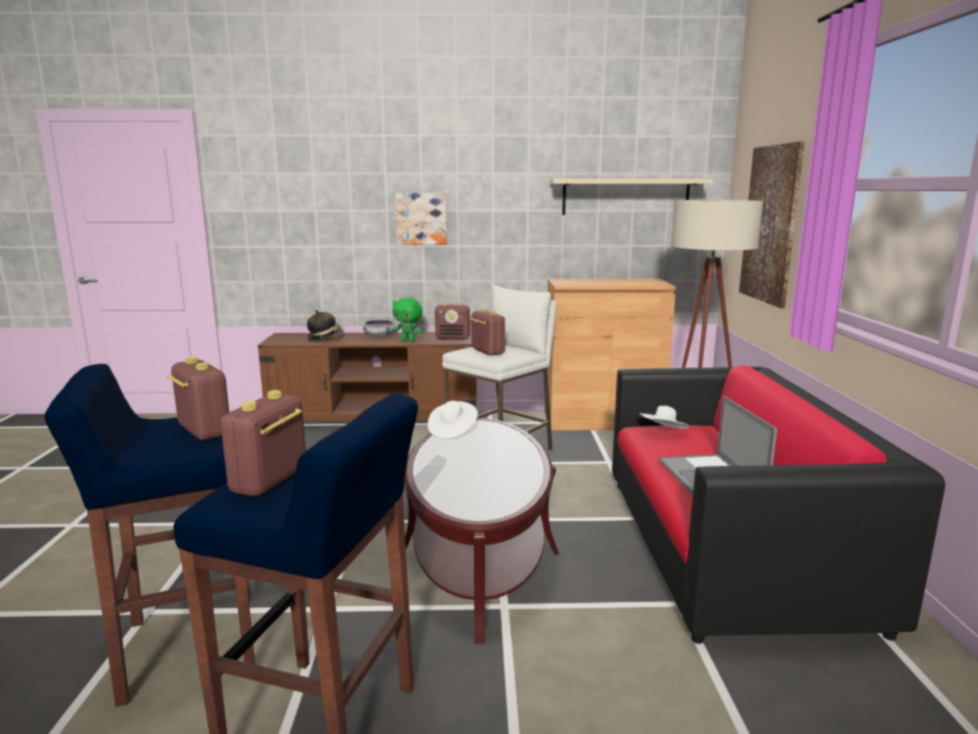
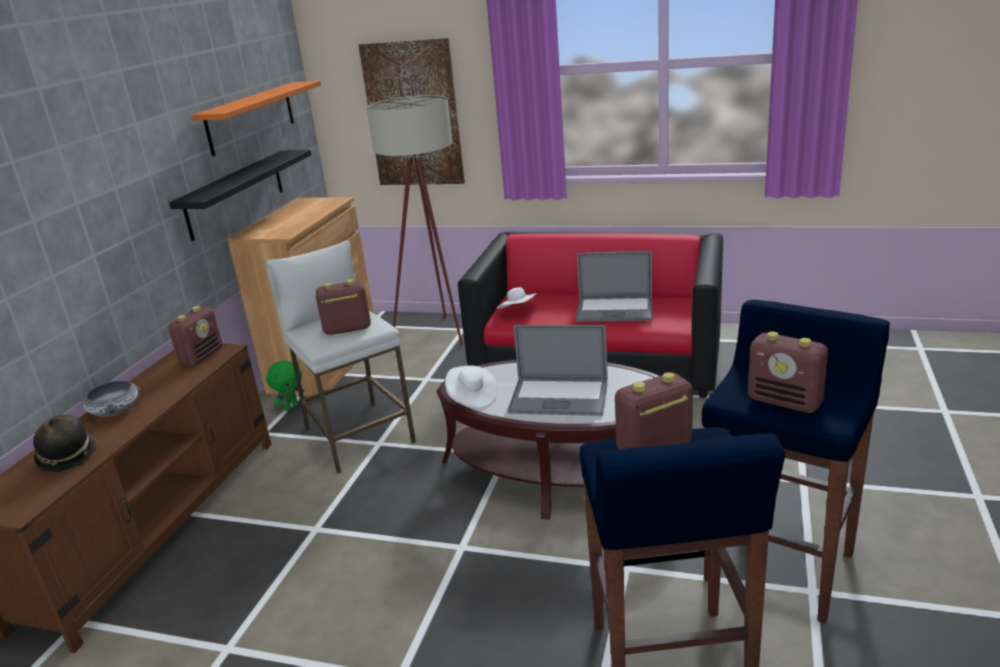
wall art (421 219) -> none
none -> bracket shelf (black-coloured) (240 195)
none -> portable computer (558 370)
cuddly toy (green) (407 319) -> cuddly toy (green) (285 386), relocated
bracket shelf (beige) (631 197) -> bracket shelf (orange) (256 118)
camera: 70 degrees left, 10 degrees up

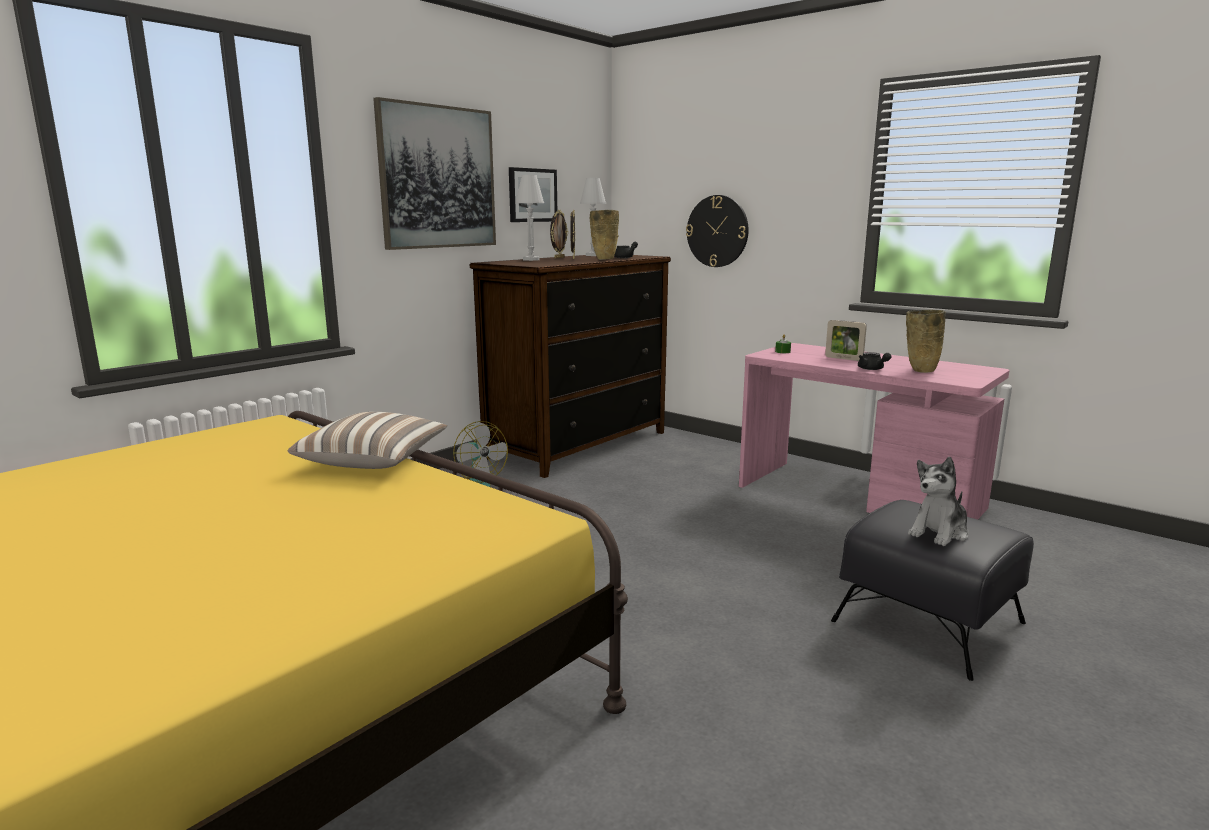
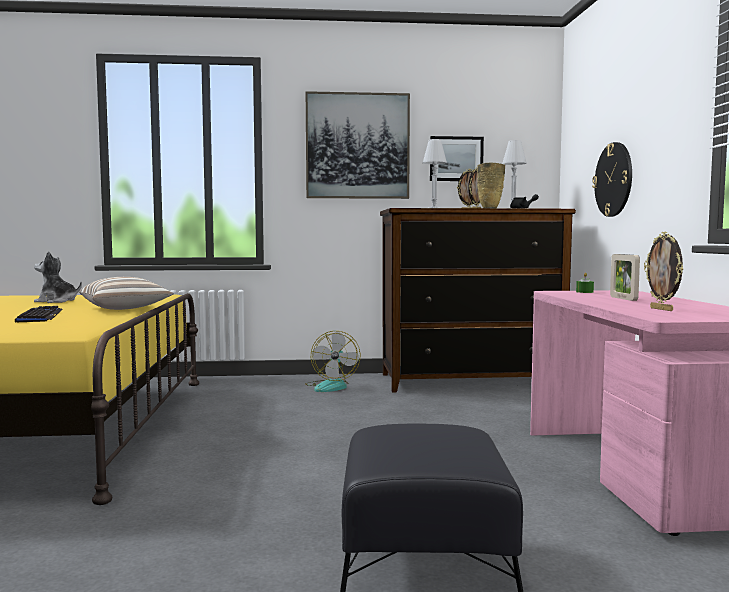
tea pot (black-coloured) (875 361) -> none
none -> keyboard (39 314)
cuddly toy (938 501) -> cuddly toy (58 277), relocated
decorative vase (beige) (925 341) -> picture frame (663 271)
camera: 45 degrees right, 10 degrees down

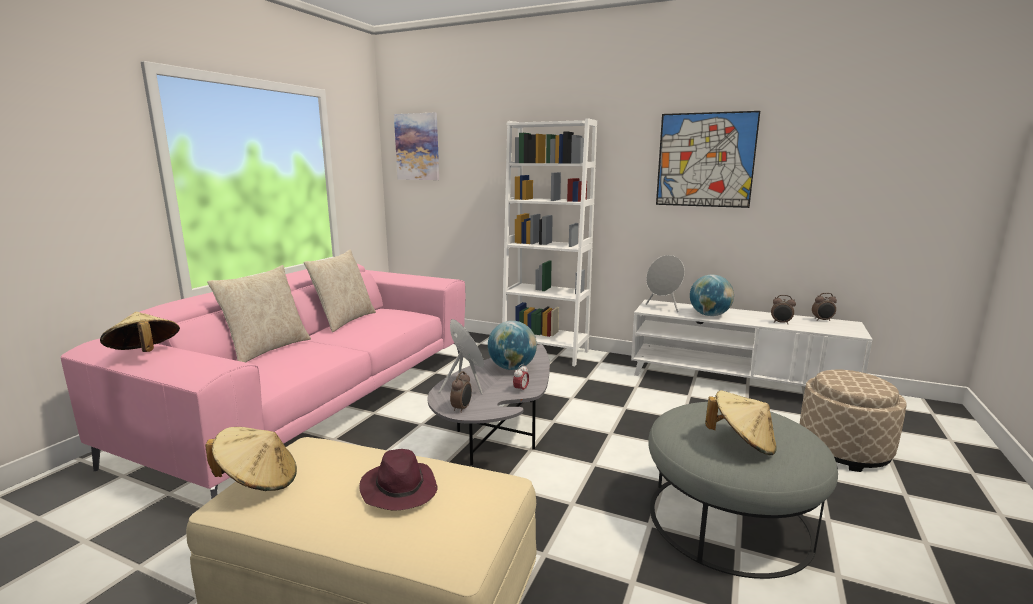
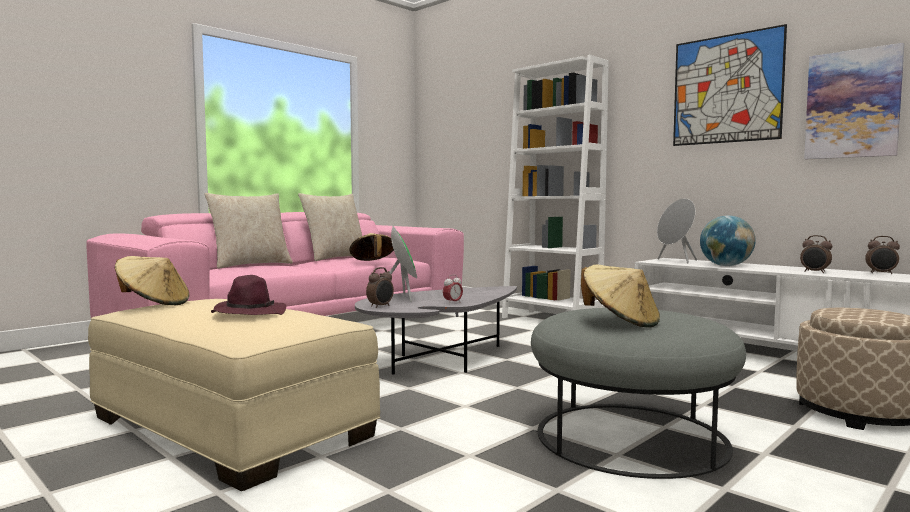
desk globe (512 345) -> none
clothing hat (beige) (140 332) -> clothing hat (beige) (371 247), relocated
wall art (416 146) -> wall art (854 101), relocated
camera: 20 degrees right, 10 degrees down

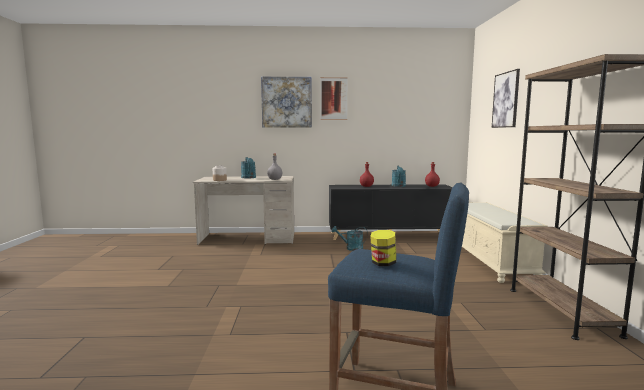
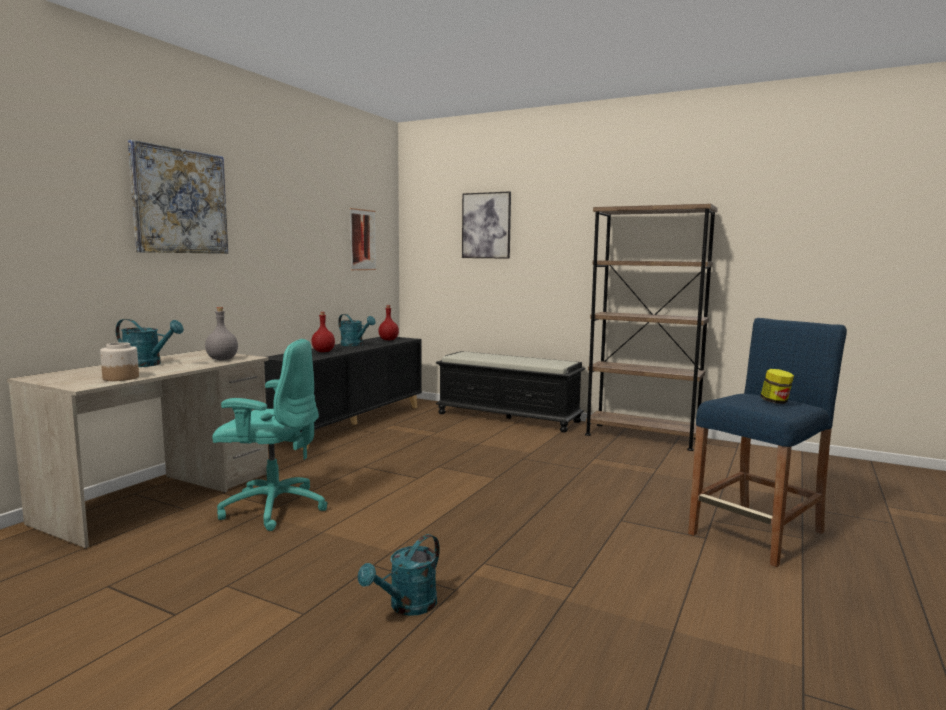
none -> computer chair (blue-green) (270 435)
wall art (333 98) -> wall art (363 239), relocated
sprinkling can (blue-green) (350 238) -> sprinkling can (blue-green) (399 575), relocated
long seat (beige) (505 242) -> long seat (black-coloured) (510 391)
camera: 60 degrees left, 0 degrees up

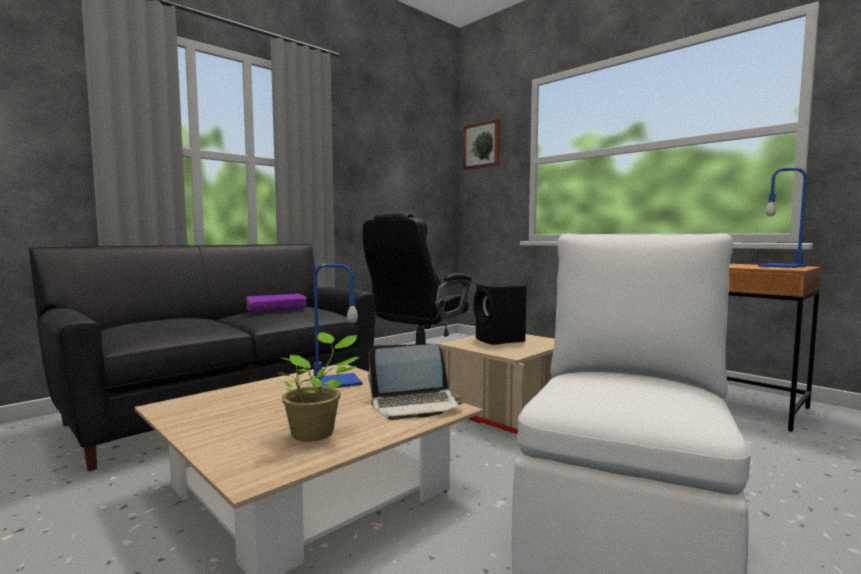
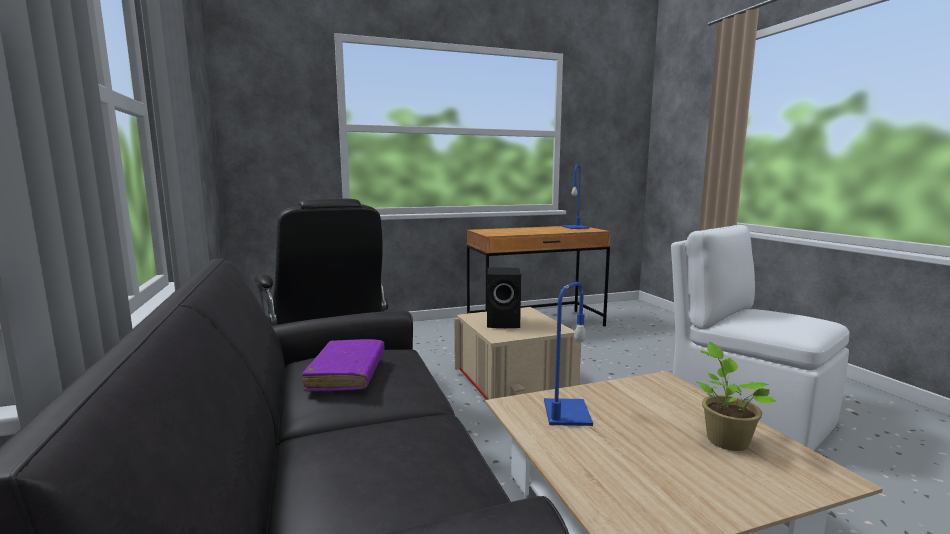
portable computer (416 382) -> none
wall art (481 144) -> none
camera: 65 degrees left, 5 degrees up

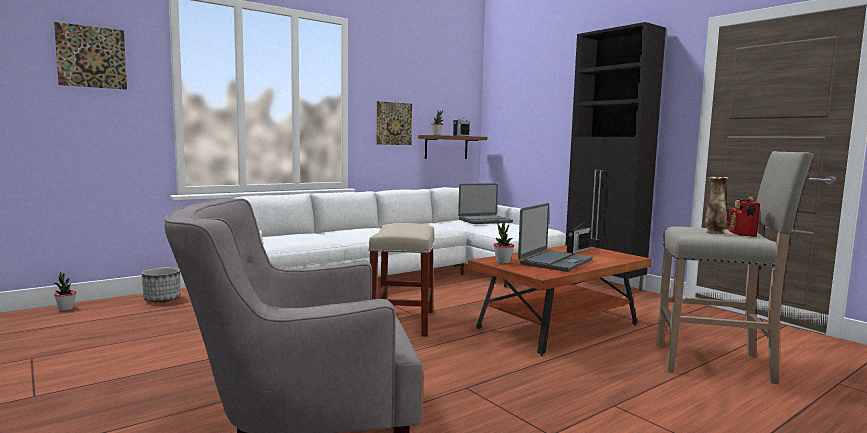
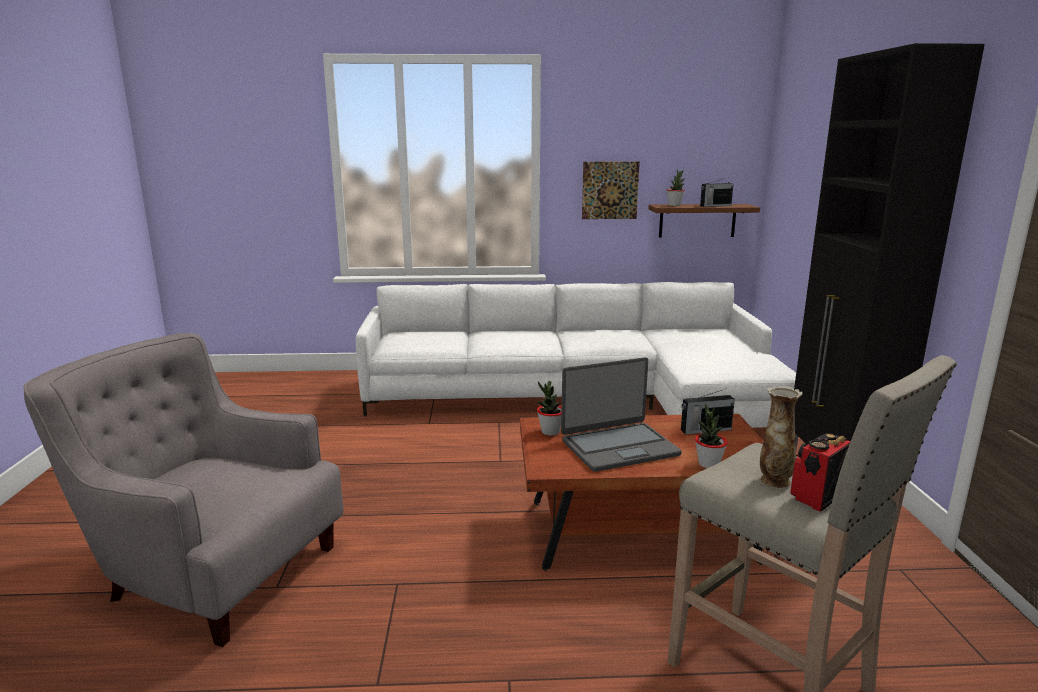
wall art (90 56) -> none
plant pot (161 285) -> none
sitting stool (beige) (401 280) -> none
portable computer (485 203) -> none
houseplant (65 291) -> houseplant (711 436), relocated
camera: 35 degrees right, 10 degrees up

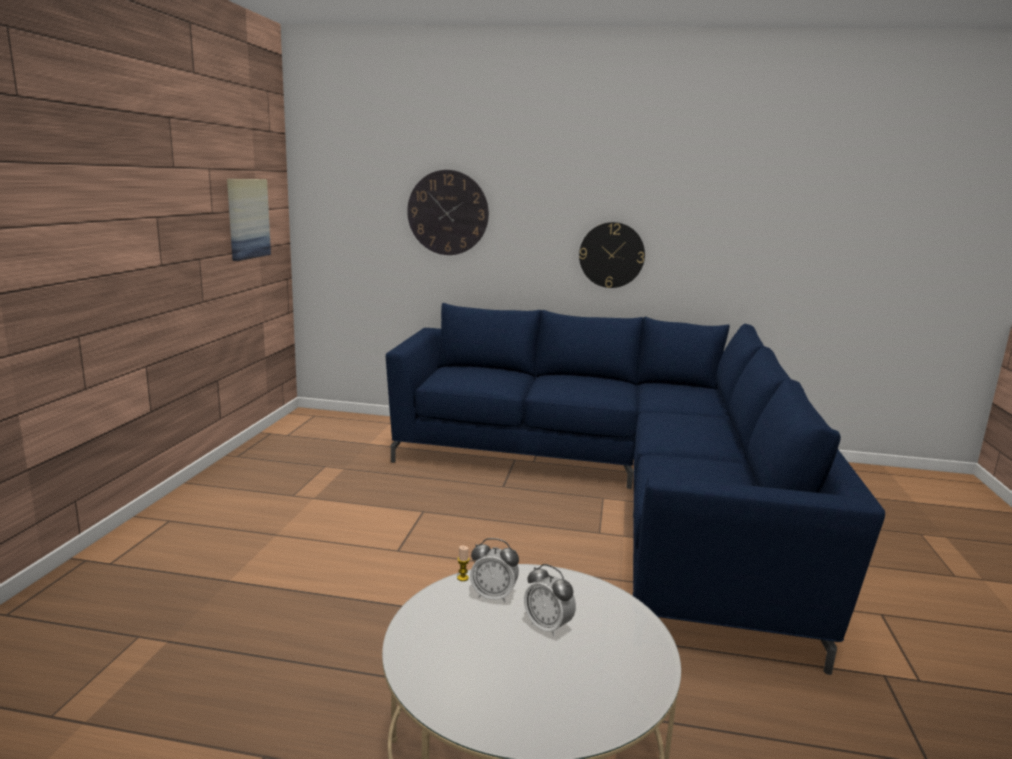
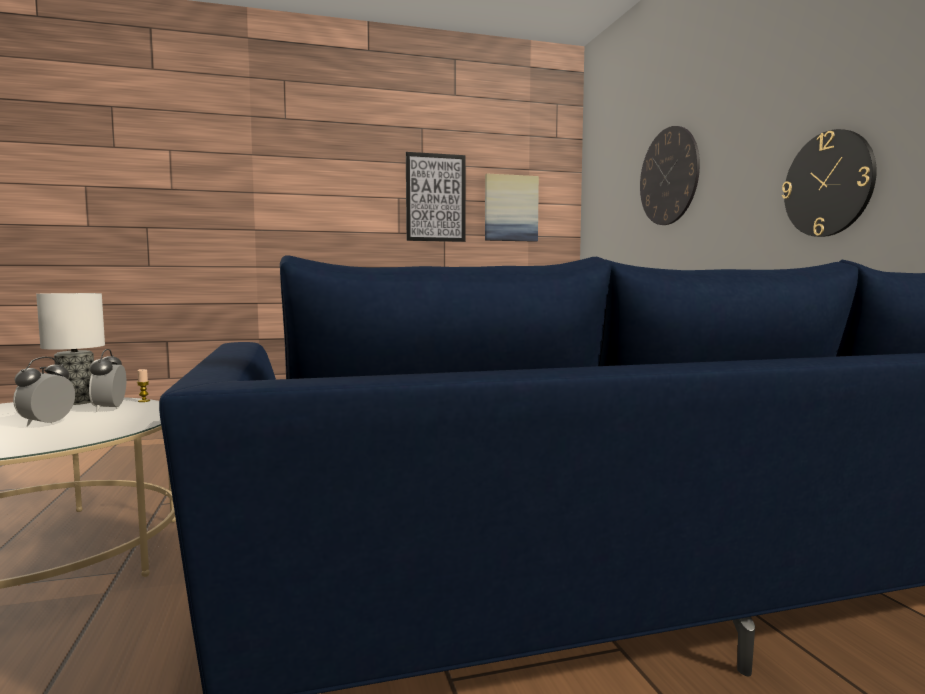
none -> lamp for a table (70 349)
none -> wall art (435 197)
camera: 65 degrees right, 10 degrees down

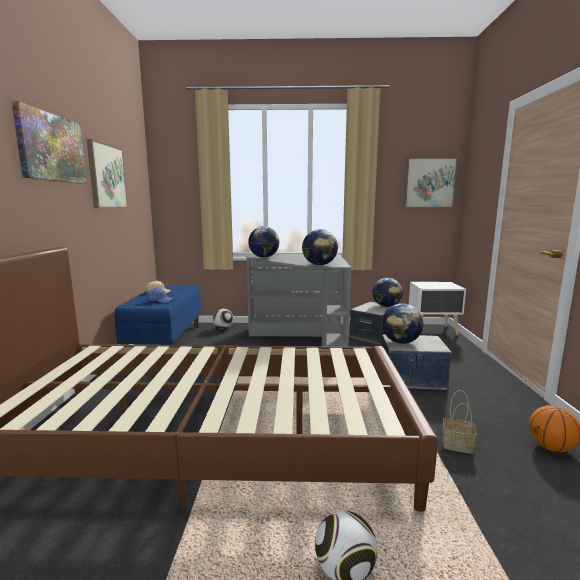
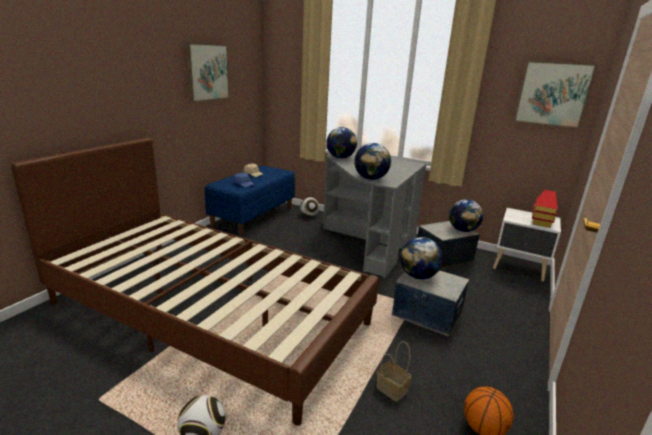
wall art (49 142) -> none
none -> miniature house (545 209)
camera: 25 degrees right, 10 degrees up

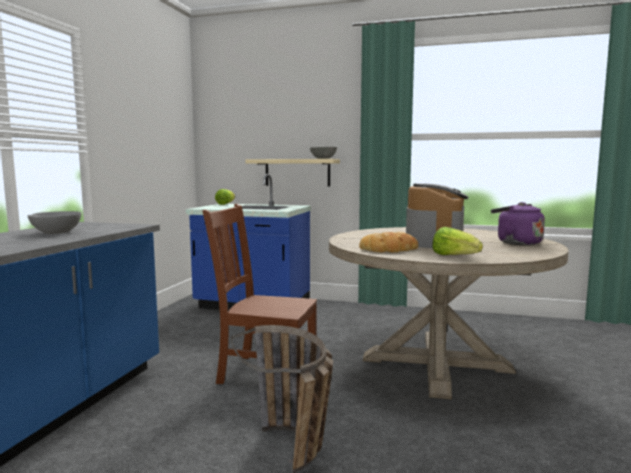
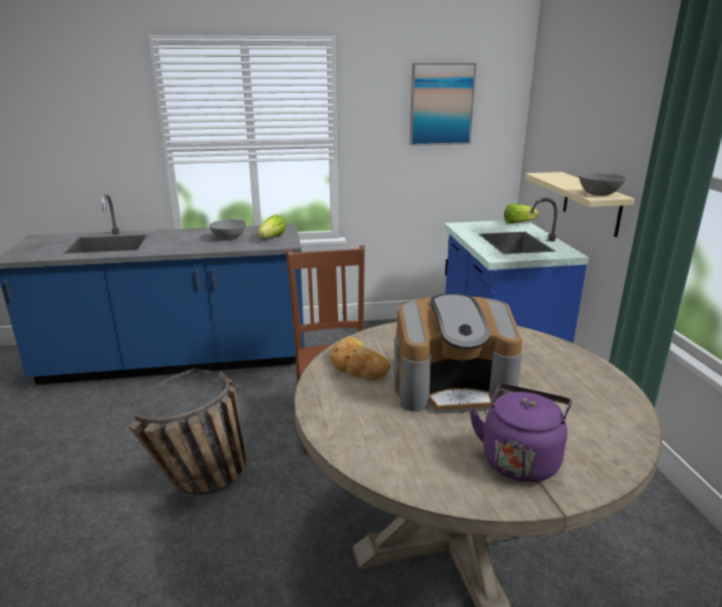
none -> wall art (443 104)
lettuce head (457 241) -> lettuce head (272 226), relocated
camera: 65 degrees right, 15 degrees up

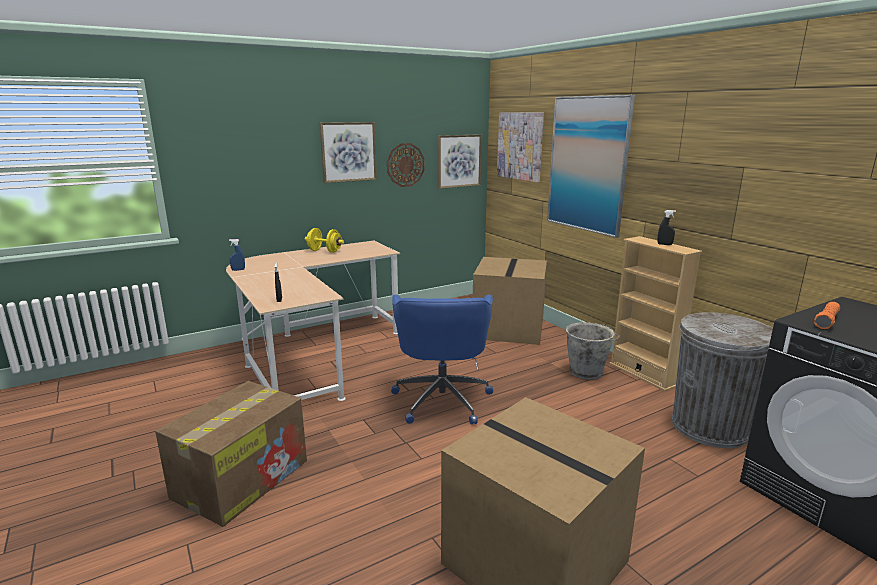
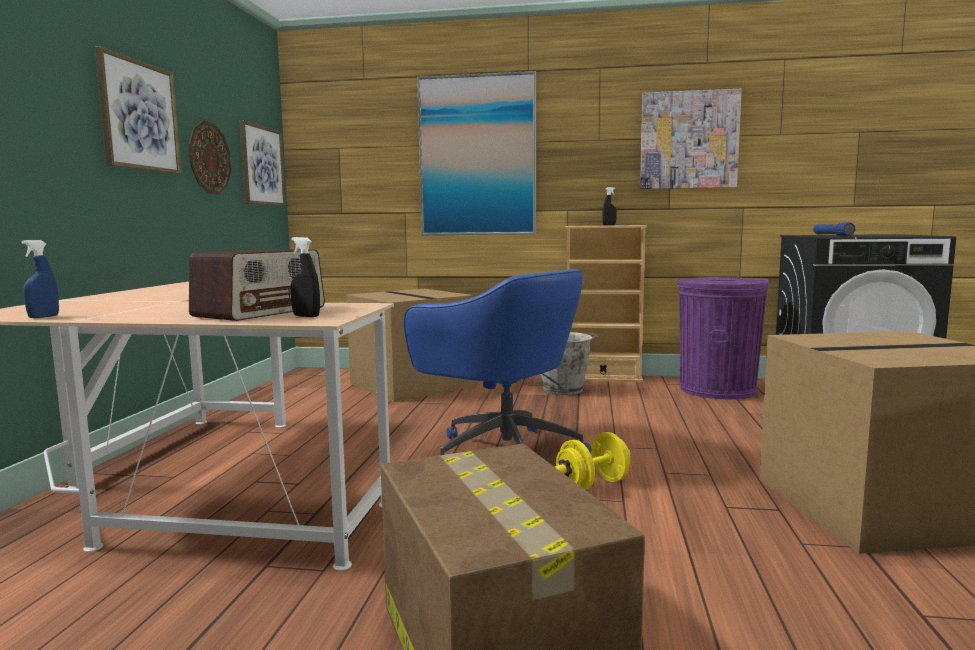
none -> radio (257 285)
free weight (yellowish) (324 240) -> free weight (yellowish) (592 461), relocated
wall art (520 147) -> wall art (691 139), relocated
waste bin (greyish) (722 380) -> waste bin (purplish) (723 338)
torch (orange) (827 315) -> torch (blue) (834 229)
camera: 50 degrees left, 10 degrees down

